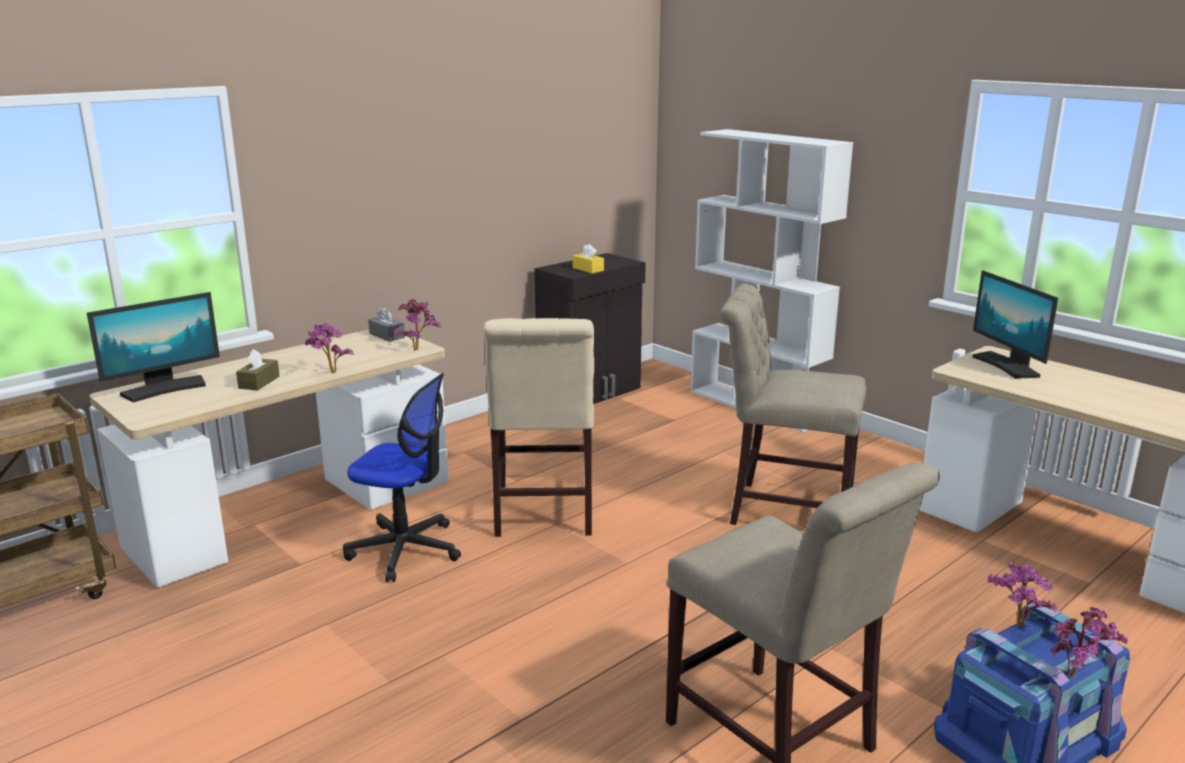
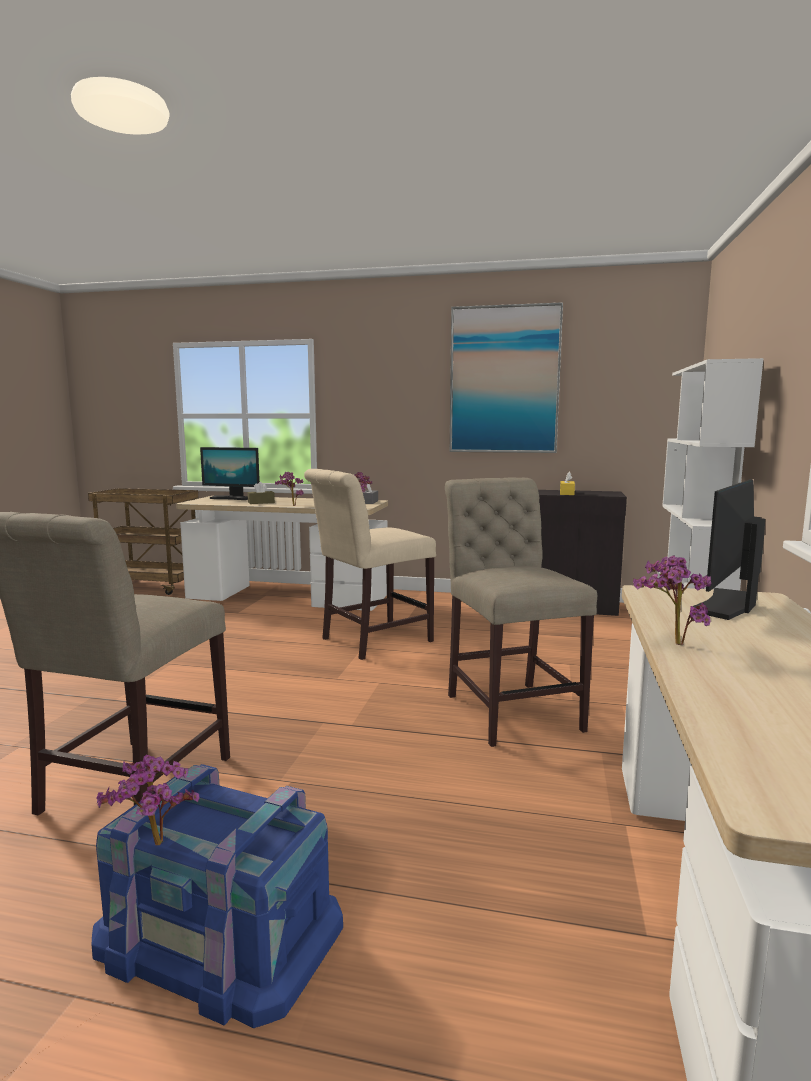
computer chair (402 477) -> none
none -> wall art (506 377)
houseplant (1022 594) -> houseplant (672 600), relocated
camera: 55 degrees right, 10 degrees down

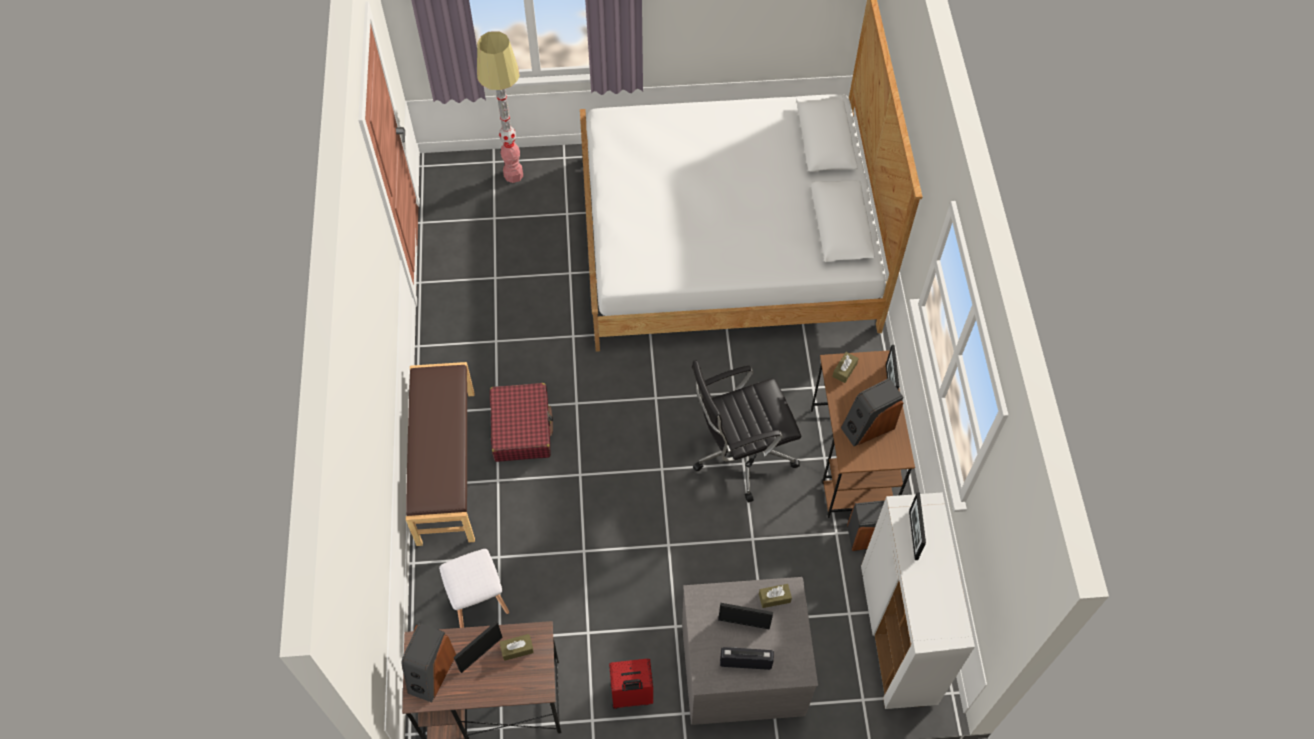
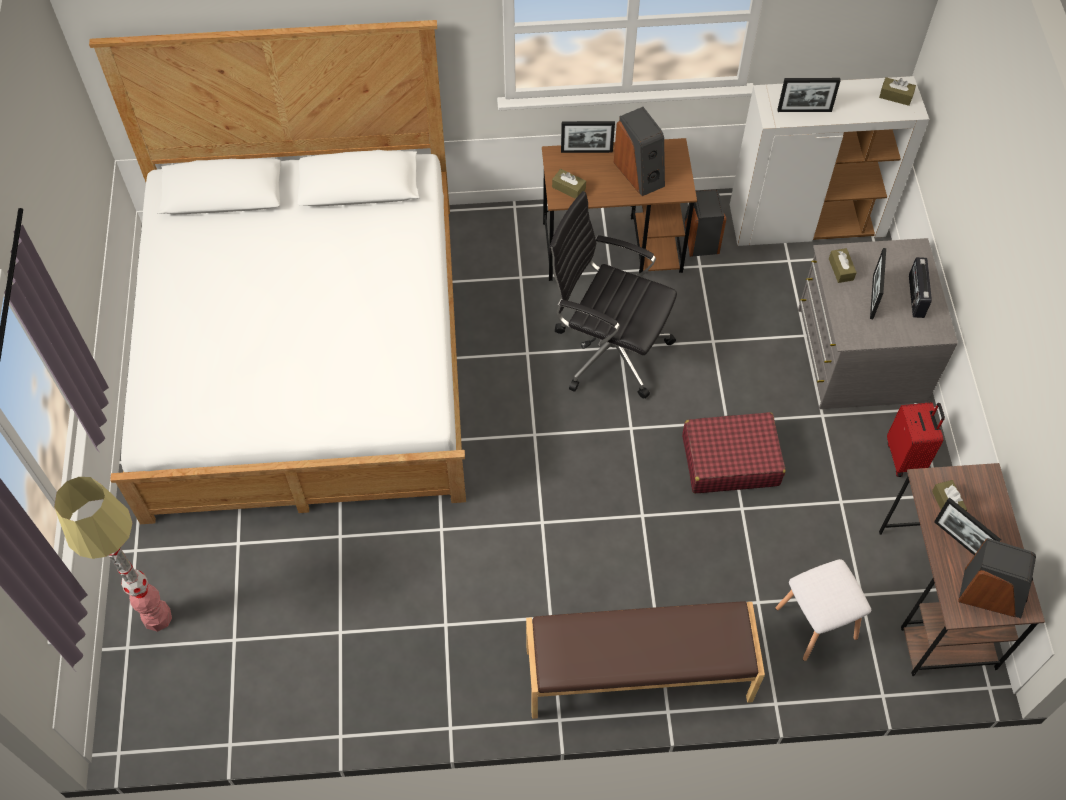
none -> tissue holder (brown-coloured) (897 91)
suitcase (red) (521 422) -> suitcase (red) (734 452), relocated
computer chair (black-coloured) (746 431) -> computer chair (black-coloured) (612 295), 135 degrees clockwise
camera: 90 degrees left, 0 degrees up

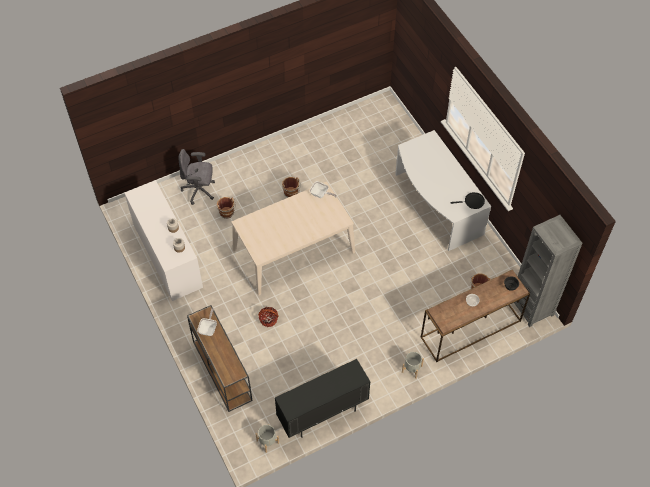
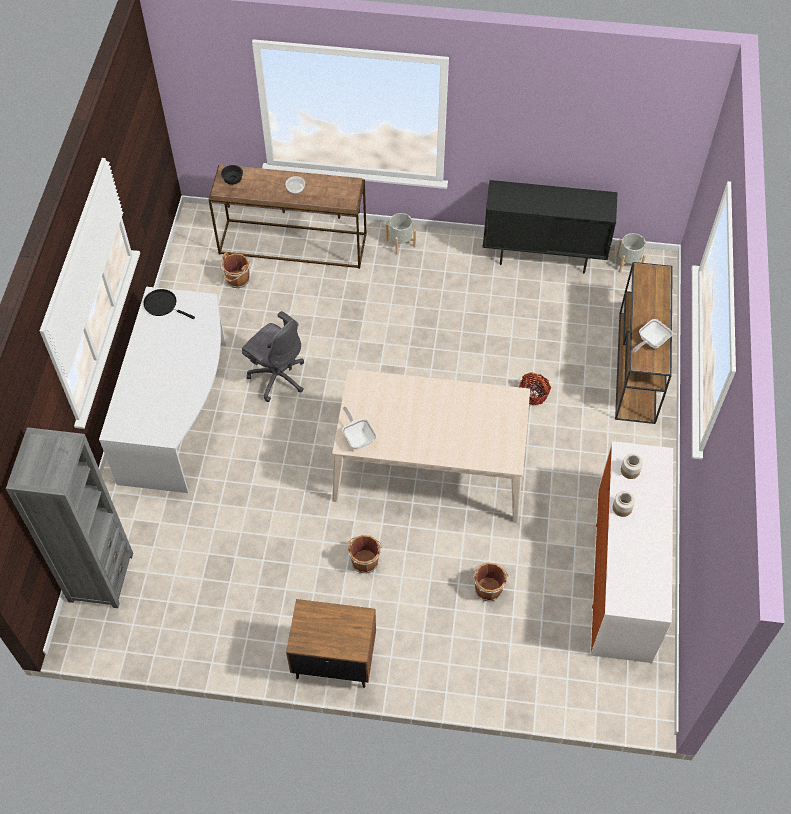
none -> night table (brown-coloured) (331 643)
computer chair (greyish) (197 177) -> computer chair (greyish) (273 356), relocated
shelving unit (greyish) (548 271) -> shelving unit (greyish) (69 517), relocated
camera: 145 degrees left, 0 degrees up

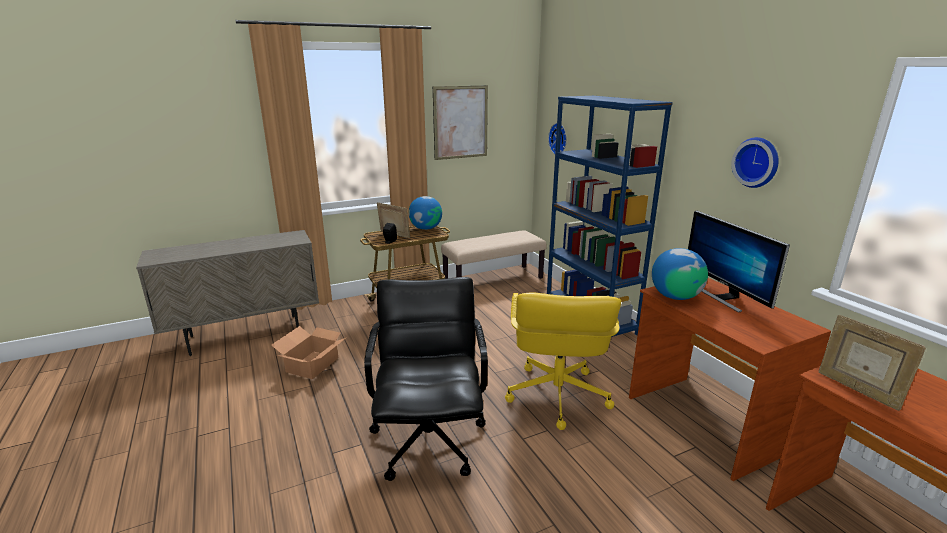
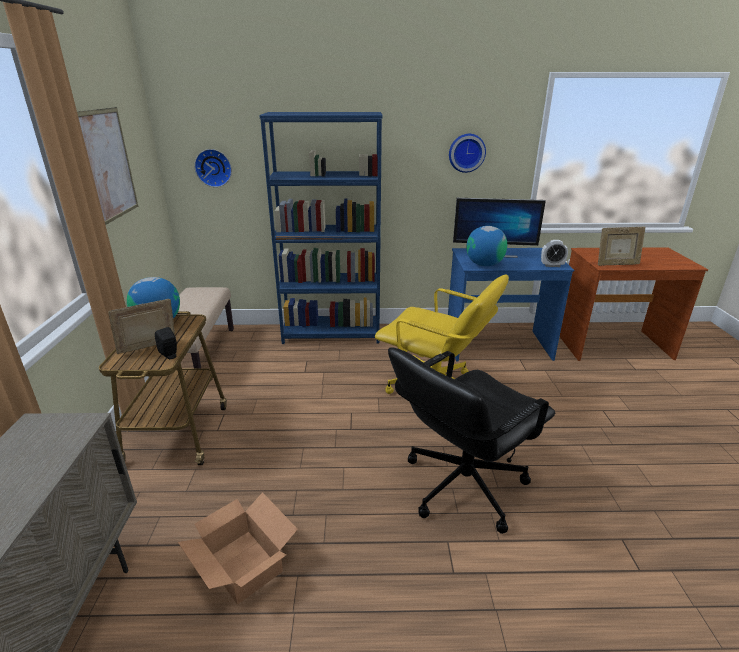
none -> table clock (554 253)
desk unit (brown-coloured) (730 379) -> desk unit (blue) (511 305)
computer chair (black-coloured) (426 379) -> computer chair (black-coloured) (471 441), 60 degrees counterclockwise
camera: 65 degrees left, 5 degrees up

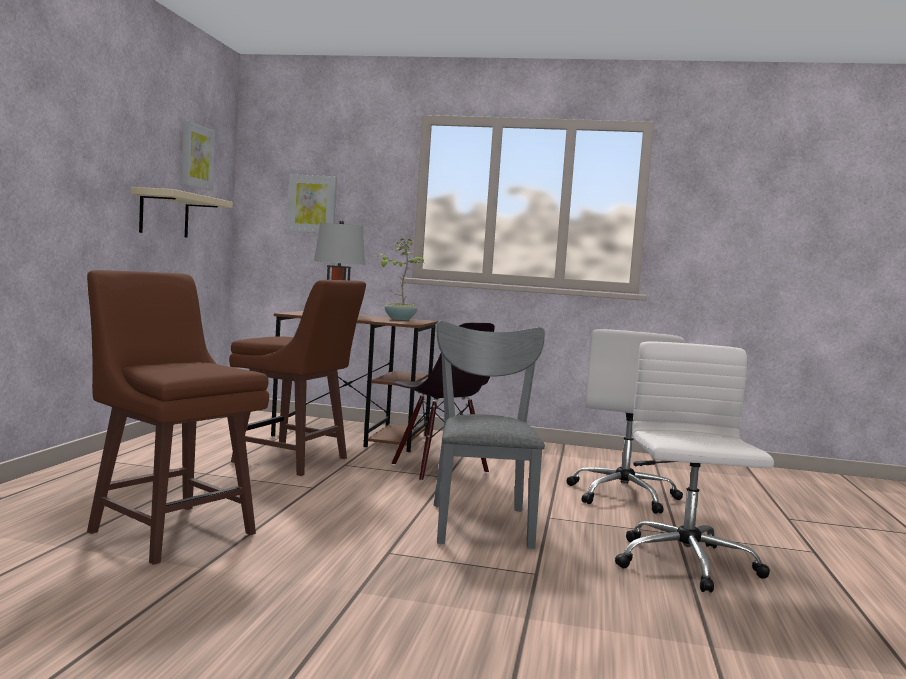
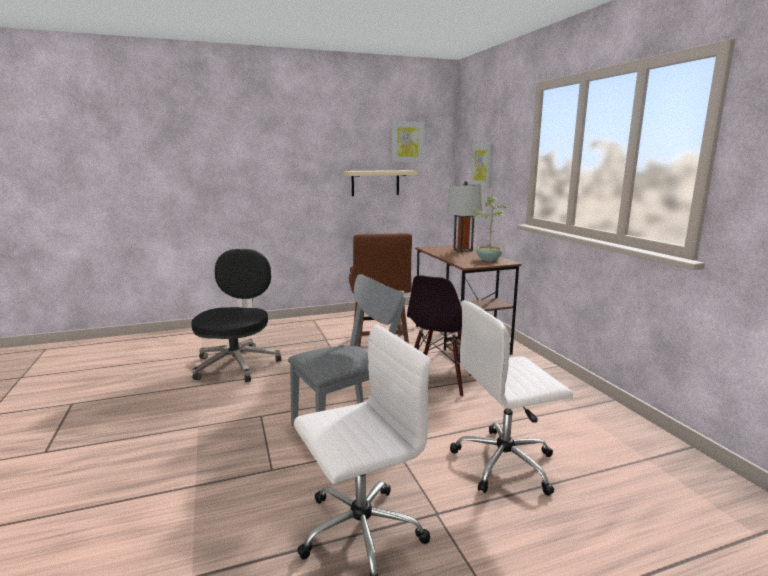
sitting stool (brown-coloured) (178 417) -> computer chair (black-coloured) (236 315)
camera: 60 degrees right, 10 degrees up

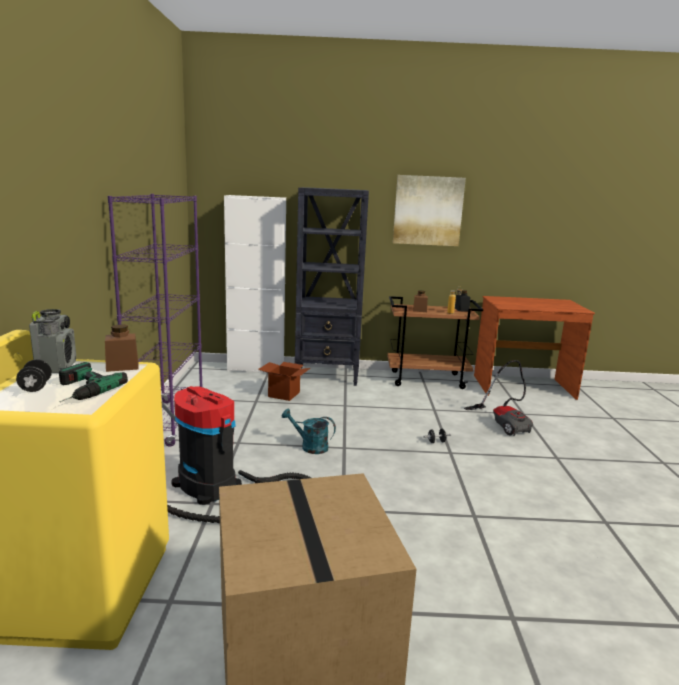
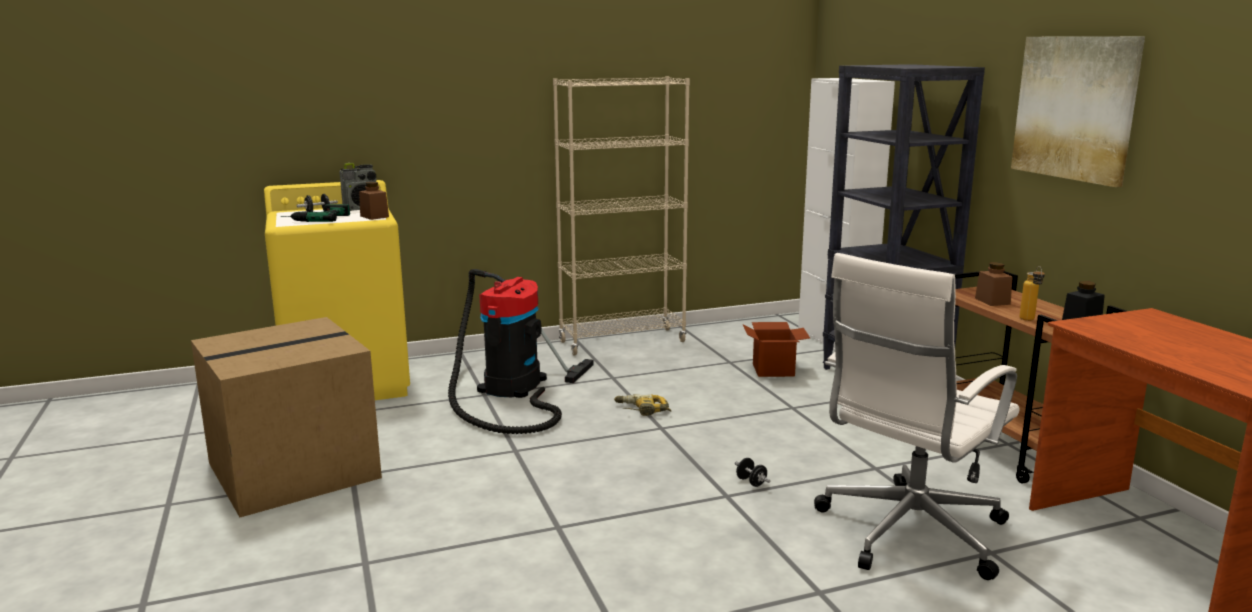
sprinkling can (blue-green) (308 431) -> electric drill (643 405)
vacuum (498 398) -> computer chair (white-coloured) (917 416)
shelving unit (purplish) (155 320) -> shelving unit (beige) (621 216)
camera: 70 degrees right, 0 degrees up

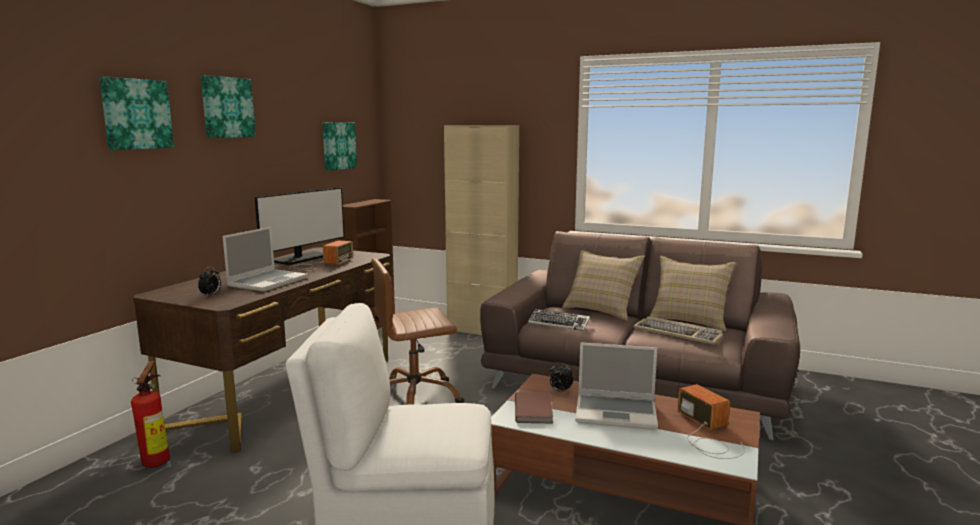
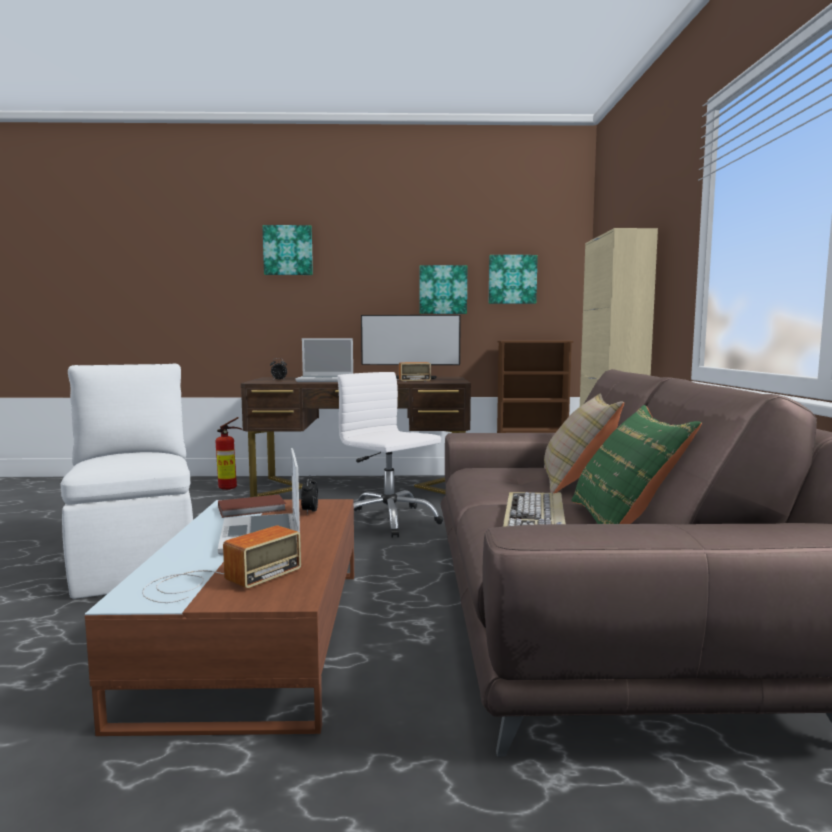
keyboard (559 320) -> none
wall art (228 106) -> wall art (443 289), relocated
computer chair (brown-coloured) (417 331) -> computer chair (white-coloured) (390 455)
throw pillow (beige) (693 293) -> throw pillow (green) (636 464)
camera: 65 degrees right, 5 degrees down

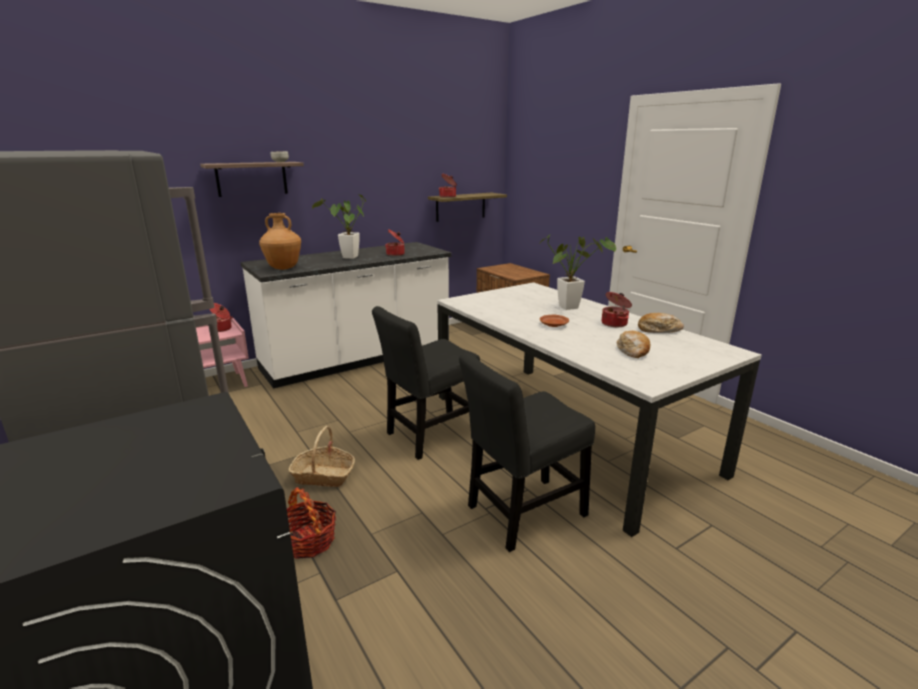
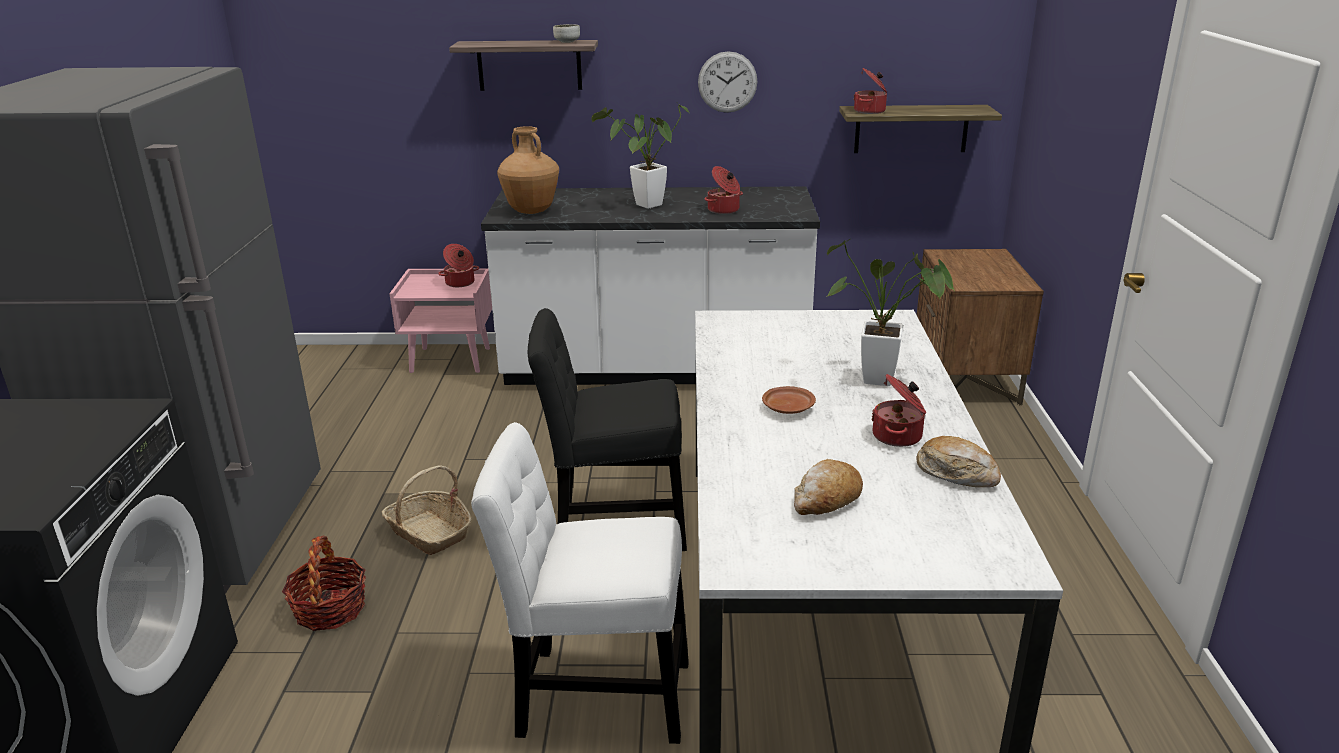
none -> clock on the wall (727 82)
upright chair (black-coloured) (527 452) -> upright chair (white-coloured) (580 583)
camera: 35 degrees right, 5 degrees up

